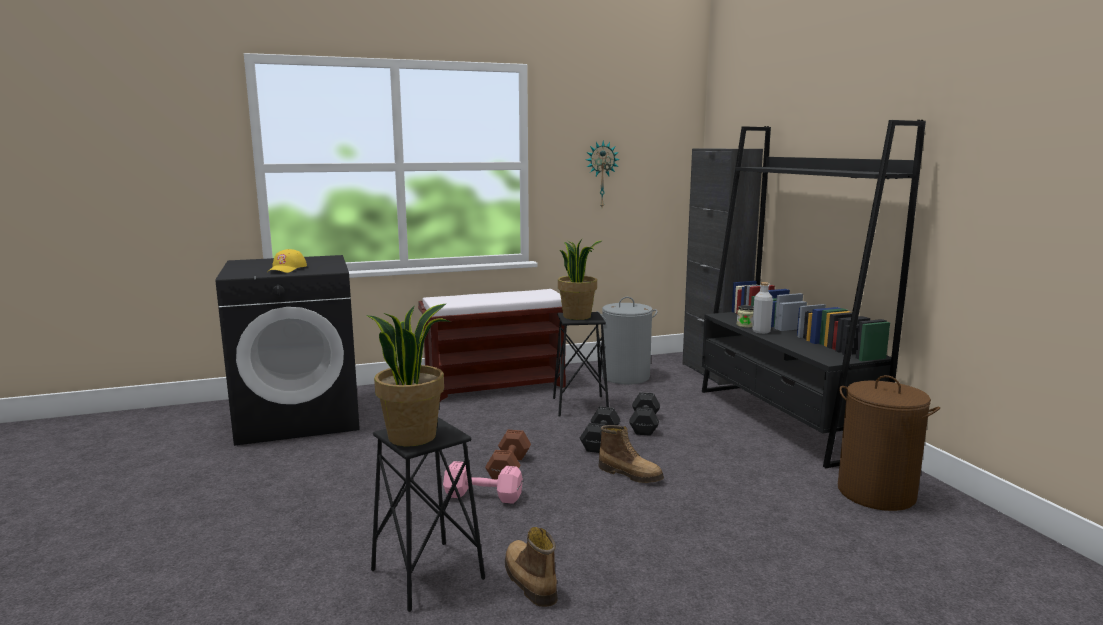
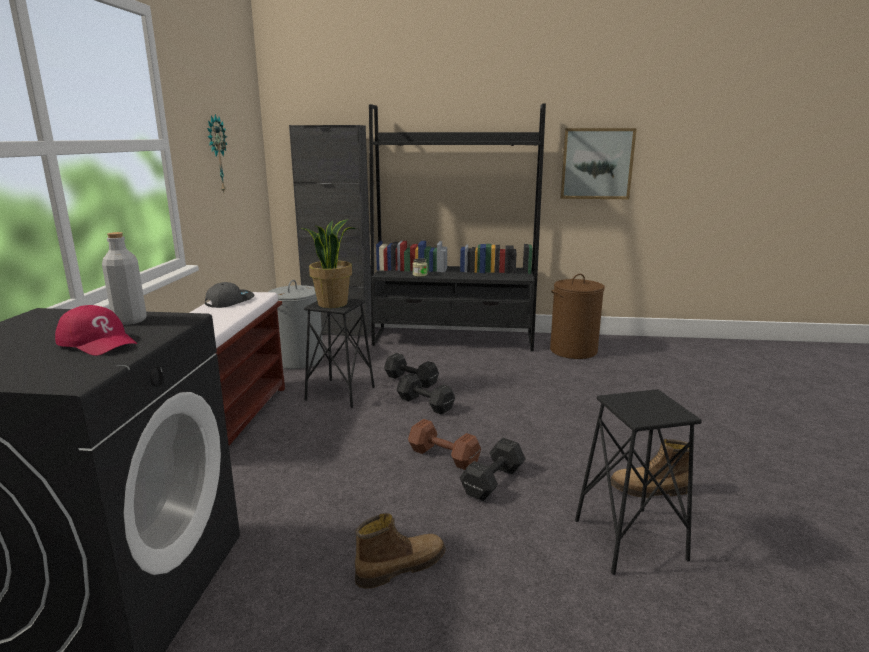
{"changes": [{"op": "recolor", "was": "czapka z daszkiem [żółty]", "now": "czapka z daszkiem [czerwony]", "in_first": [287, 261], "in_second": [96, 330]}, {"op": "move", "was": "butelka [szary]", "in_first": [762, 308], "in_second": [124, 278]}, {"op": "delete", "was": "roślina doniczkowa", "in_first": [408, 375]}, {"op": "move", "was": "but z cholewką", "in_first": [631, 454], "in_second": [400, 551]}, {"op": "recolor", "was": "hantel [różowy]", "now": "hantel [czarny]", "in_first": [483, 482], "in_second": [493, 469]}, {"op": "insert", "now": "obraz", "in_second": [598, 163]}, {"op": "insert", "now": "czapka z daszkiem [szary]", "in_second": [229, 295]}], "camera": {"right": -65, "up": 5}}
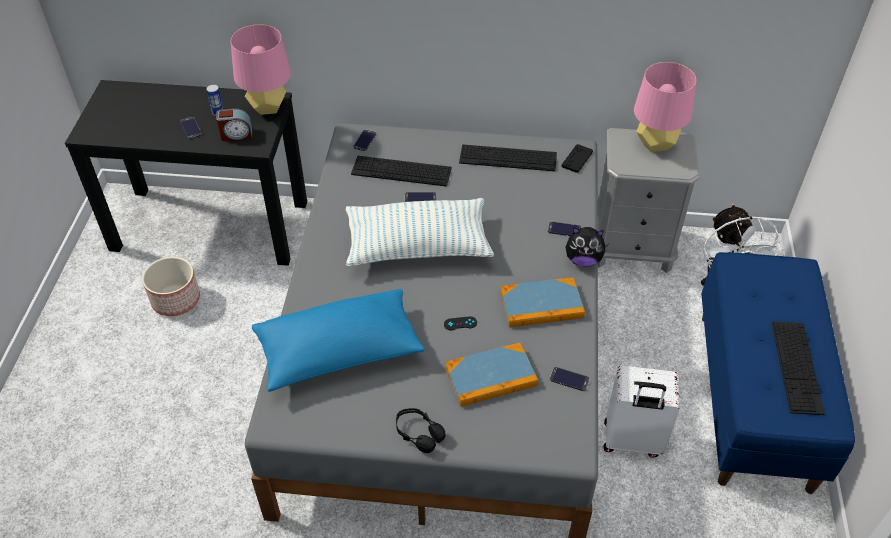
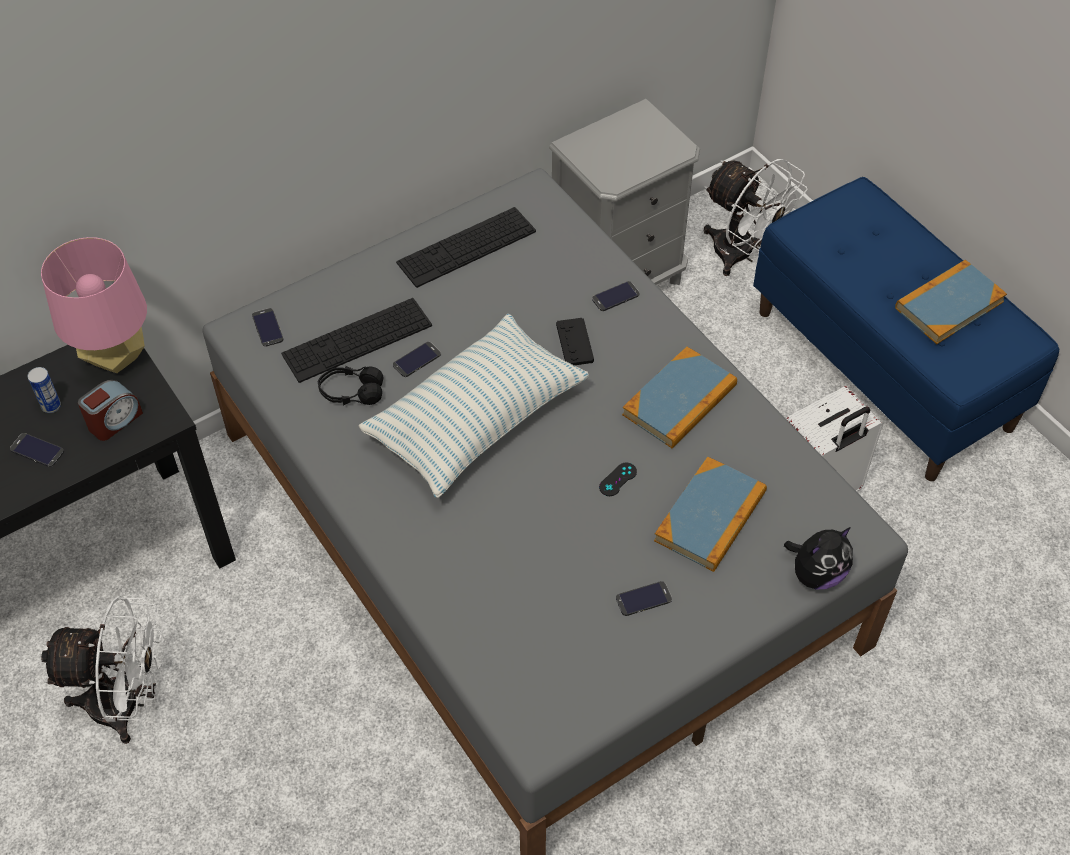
{"changes": [{"op": "delete", "was": "lampa stołowa [różowy]", "in_first": [665, 107]}, {"op": "move", "was": "pad do gier [czarny]", "in_first": [577, 158], "in_second": [575, 341]}, {"op": "move", "was": "pluszak", "in_first": [587, 247], "in_second": [818, 558]}, {"op": "replace", "was": "donica", "now": "wentylator [biały]", "in_first": [171, 286], "in_second": [101, 670]}, {"op": "delete", "was": "poduszka [niebieski]", "in_first": [338, 340]}, {"op": "replace", "was": "klawiatura", "now": "książka", "in_first": [798, 368], "in_second": [951, 301]}, {"op": "move", "was": "telefon", "in_first": [570, 379], "in_second": [644, 598]}, {"op": "move", "was": "słuchawki [czarny]", "in_first": [421, 430], "in_second": [351, 386]}], "camera": {"right": -40, "up": 5}}
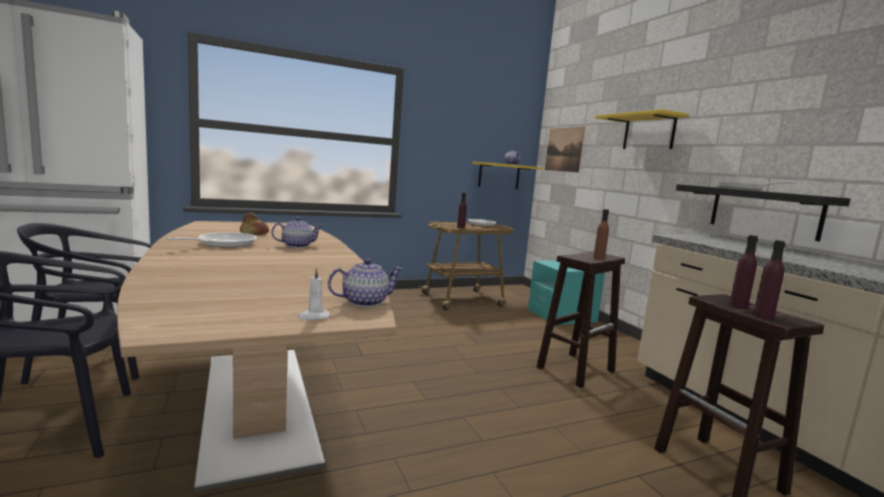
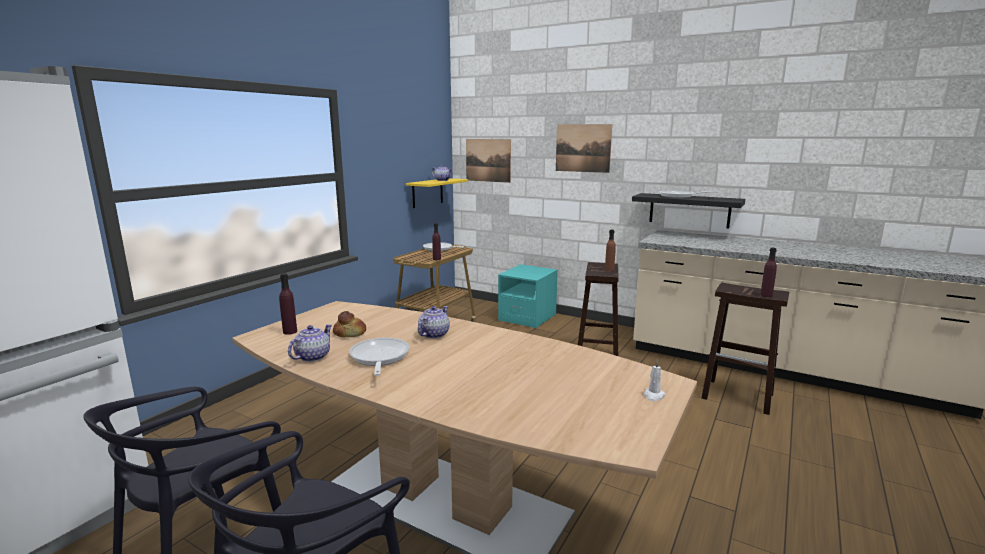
{"changes": [{"op": "replace", "was": "półka [żółty]", "now": "obraz", "in_first": [642, 129], "in_second": [584, 148]}, {"op": "move", "was": "butelka [fioletowy]", "in_first": [743, 272], "in_second": [288, 304]}, {"op": "move", "was": "imbryk", "in_first": [365, 282], "in_second": [310, 343]}], "camera": {"right": -35, "up": 5}}
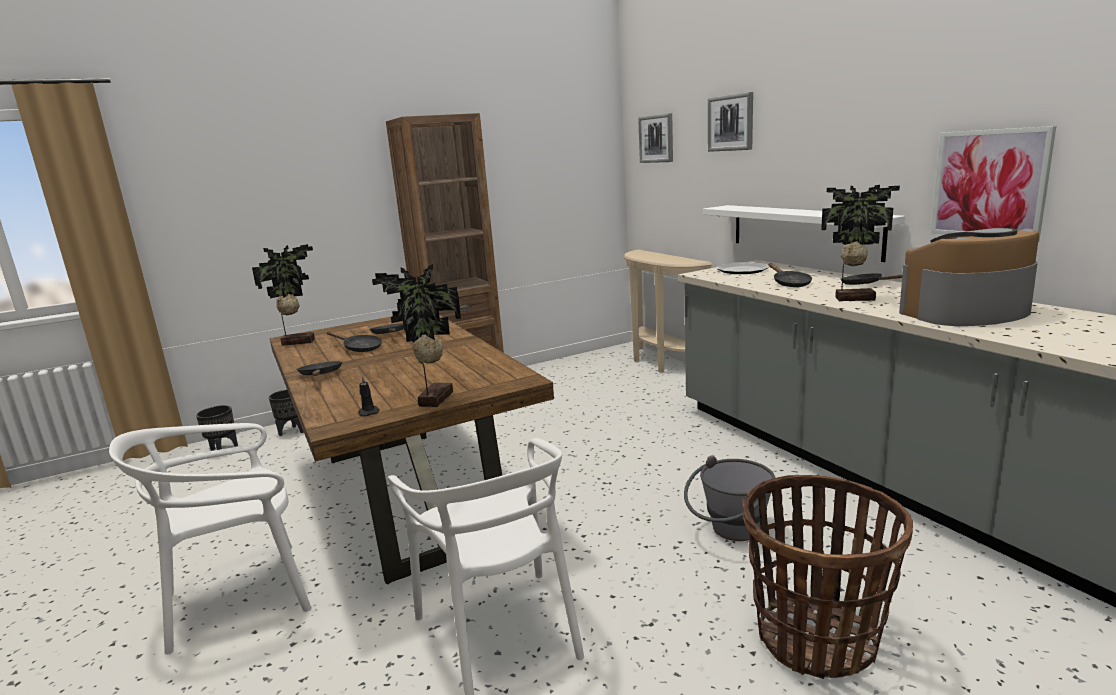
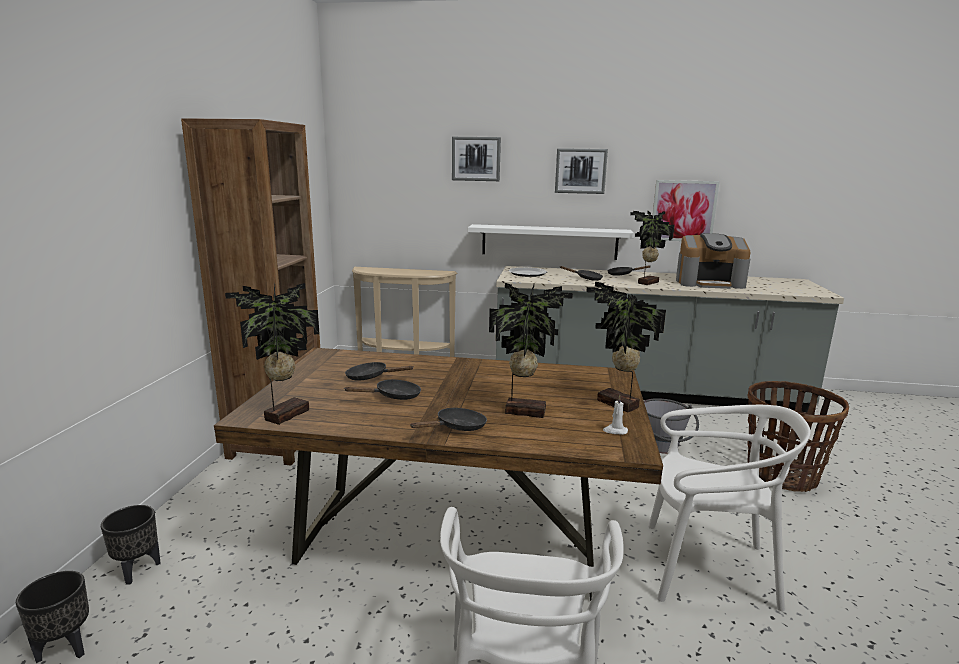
{"changes": [{"op": "move", "was": "obraz", "in_first": [655, 138], "in_second": [581, 171]}, {"op": "rotate", "was": "ekspres do kawy", "in_first": [969, 277], "in_second": [713, 261], "clockwise": -105}, {"op": "rotate", "was": "patelnia [czarny]", "in_first": [319, 368], "in_second": [448, 419], "clockwise": 120}, {"op": "recolor", "was": "świeca [czarny]", "now": "świeca [biały]", "in_first": [369, 395], "in_second": [615, 415]}, {"op": "insert", "now": "roślina doniczkowa", "in_second": [531, 350]}], "camera": {"right": -55, "up": 0}}
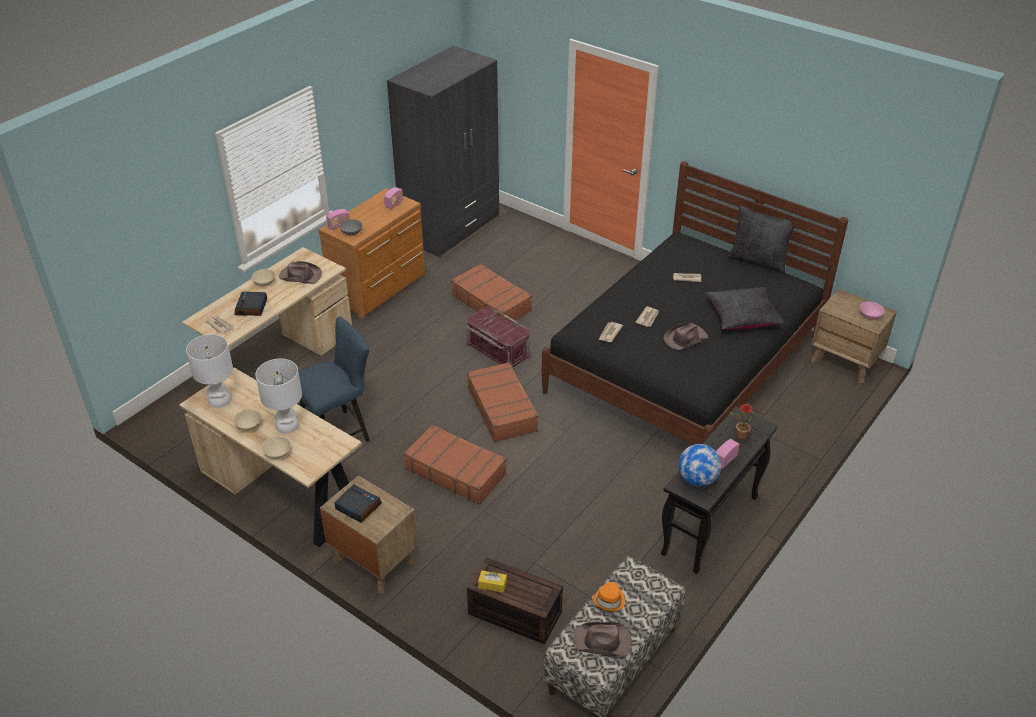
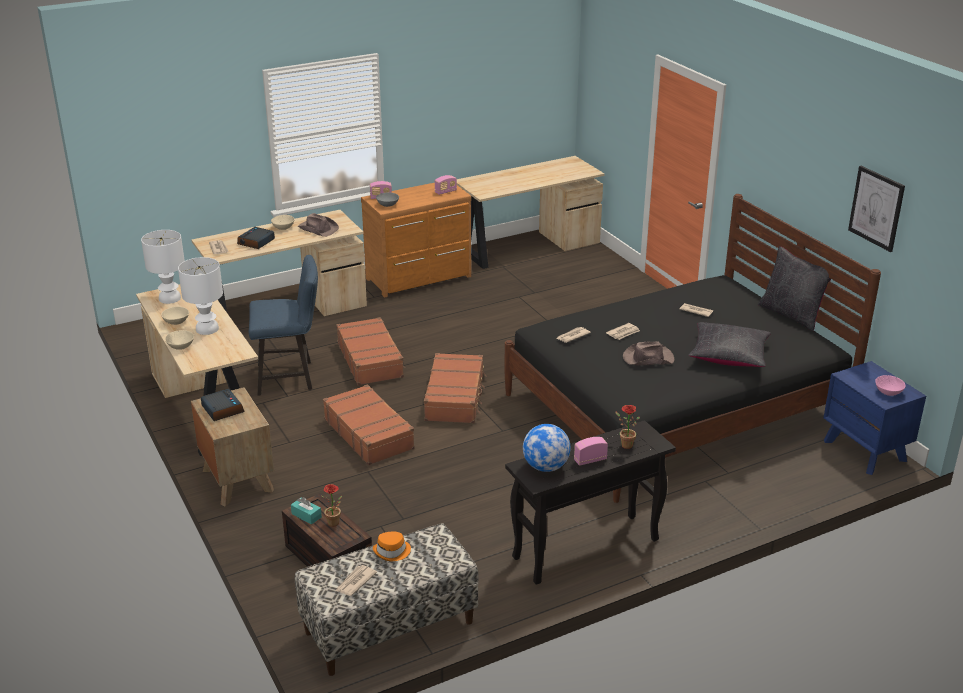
{"changes": [{"op": "replace", "was": "szafa [szary]", "now": "biurko [beżowy]", "in_first": [443, 151], "in_second": [531, 212]}, {"op": "move", "was": "walizka [brązowy]", "in_first": [491, 293], "in_second": [370, 351]}, {"op": "recolor", "was": "szafka nocna [brązowy]", "now": "szafka nocna [niebieski]", "in_first": [854, 336], "in_second": [875, 418]}, {"op": "delete", "was": "pojemnik do przechowywania [czerwony]", "in_first": [498, 337]}, {"op": "recolor", "was": "pudełko chusteczek [żółty]", "now": "pudełko chusteczek [turkusowy]", "in_first": [492, 581], "in_second": [306, 511]}, {"op": "replace", "was": "kapelusz [brązowy]", "now": "gazeta", "in_first": [602, 639], "in_second": [356, 580]}, {"op": "insert", "now": "obraz", "in_second": [876, 209]}, {"op": "insert", "now": "roślina doniczkowa", "in_second": [332, 505]}], "camera": {"right": 25, "up": -10}}
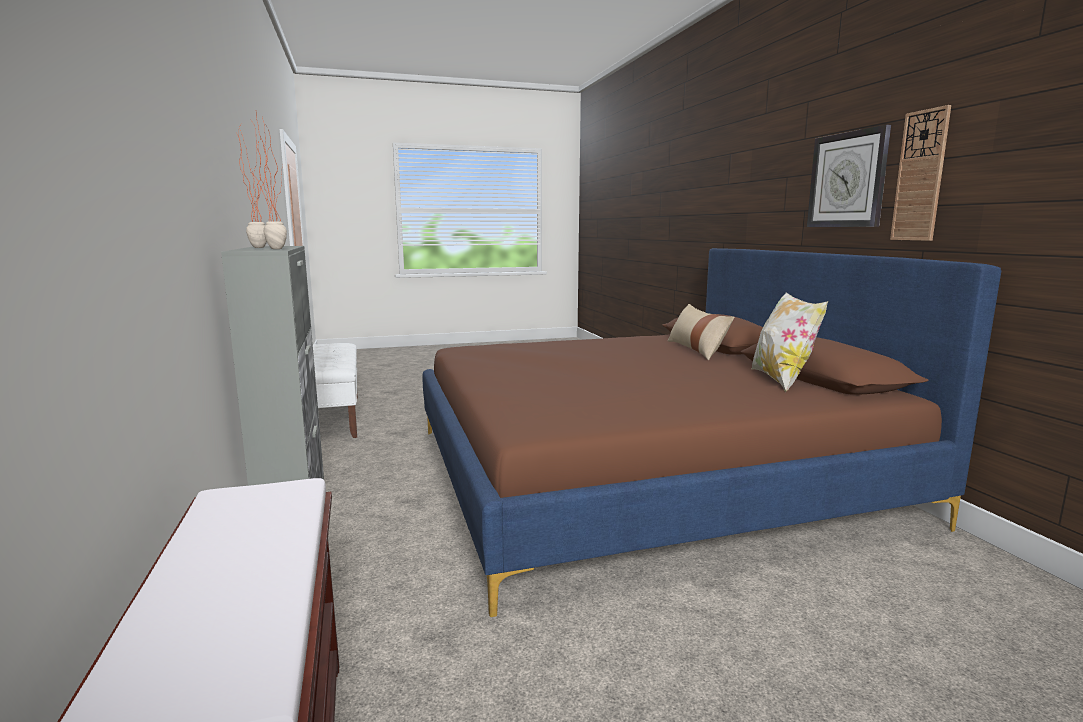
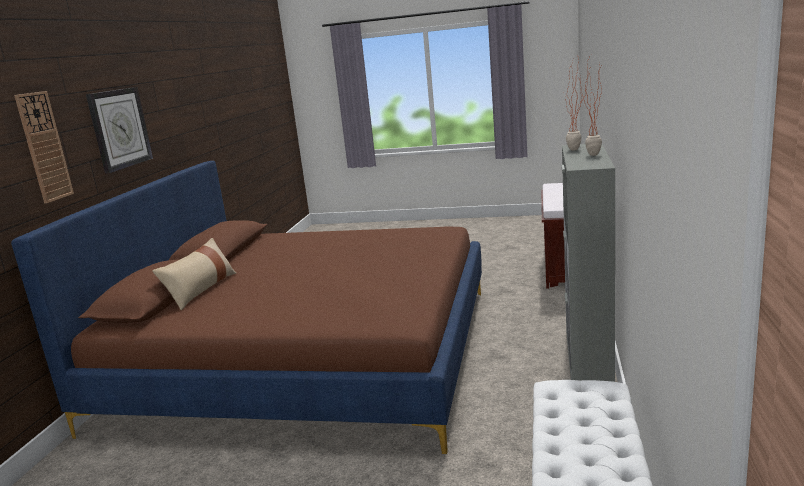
{"changes": [{"op": "move", "was": "zegar ścienny", "in_first": [920, 173], "in_second": [44, 147]}, {"op": "delete", "was": "poduszka", "in_first": [789, 342]}], "camera": {"right": -150, "up": 5}}
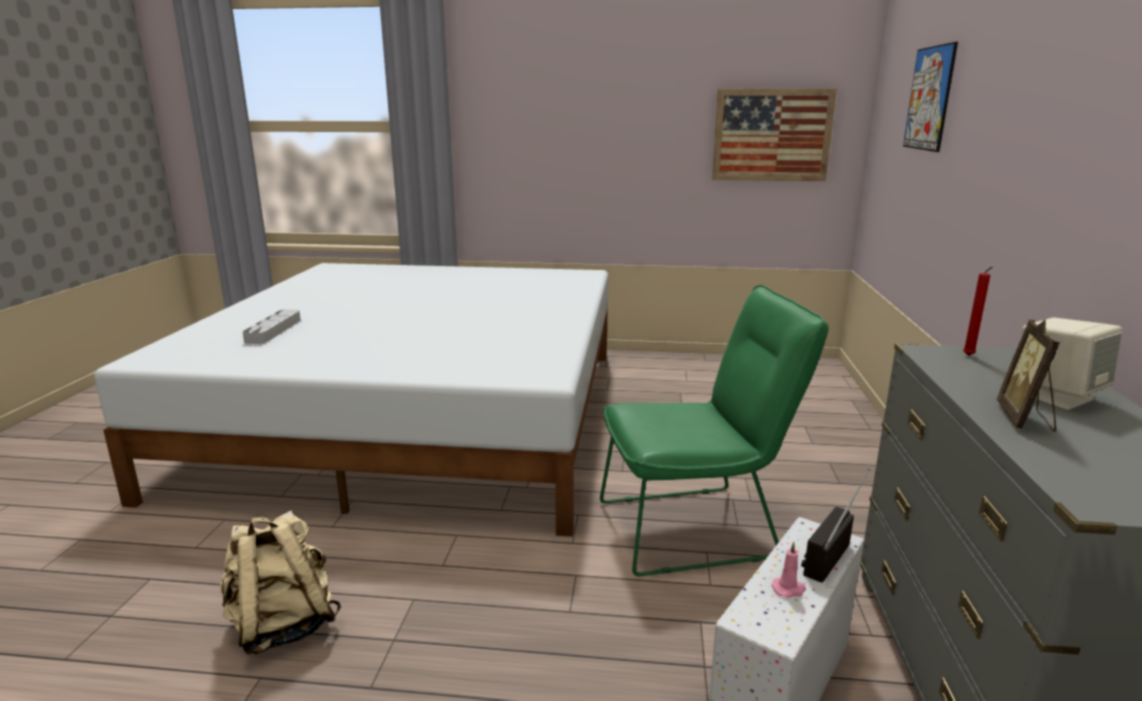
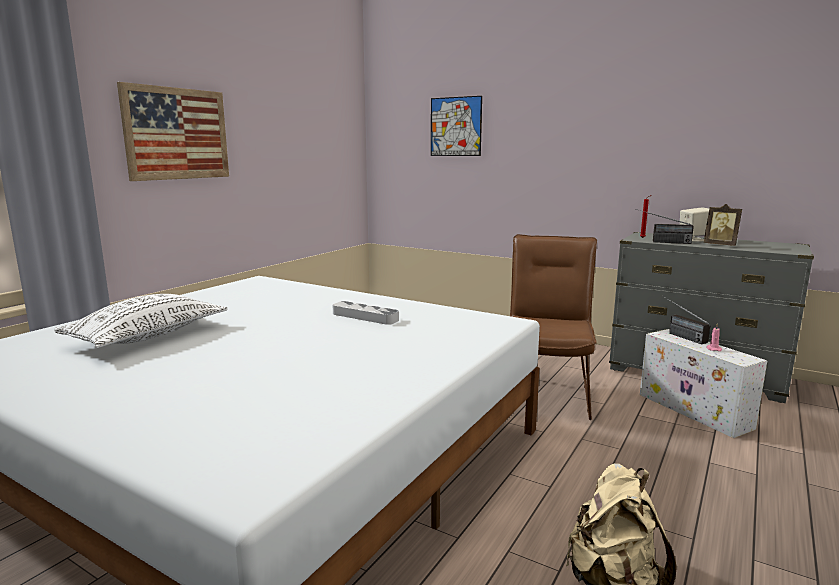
{"changes": [{"op": "move", "was": "obraz", "in_first": [774, 134], "in_second": [173, 131]}, {"op": "recolor", "was": "krzesło [zielony]", "now": "krzesło [brązowy]", "in_first": [714, 430], "in_second": [553, 327]}, {"op": "move", "was": "taca [szary]", "in_first": [271, 326], "in_second": [366, 313]}, {"op": "insert", "now": "radio", "in_second": [665, 226]}, {"op": "insert", "now": "poduszka [biały]", "in_second": [141, 321]}], "camera": {"right": -65, "up": -5}}
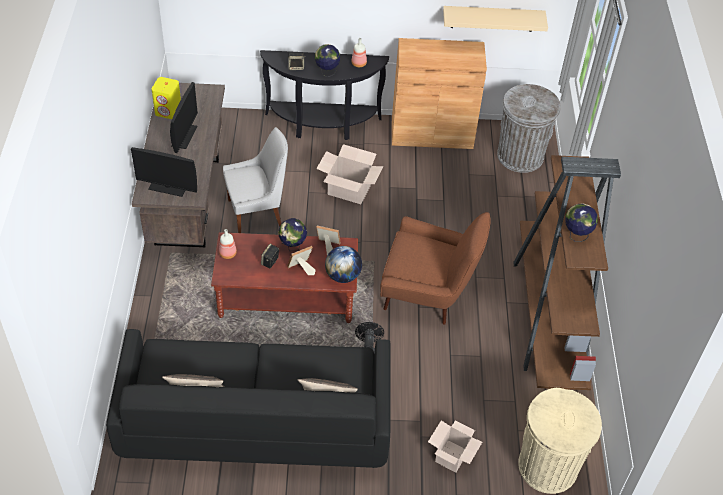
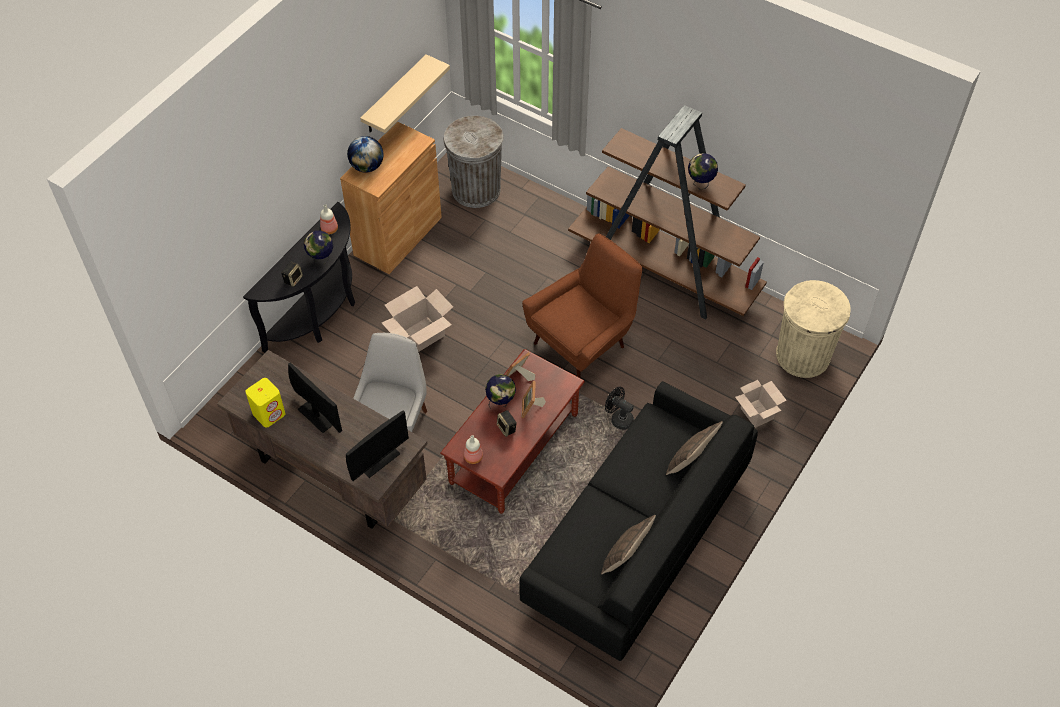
{"changes": [{"op": "move", "was": "globus", "in_first": [343, 264], "in_second": [365, 154]}], "camera": {"right": -55, "up": 5}}
